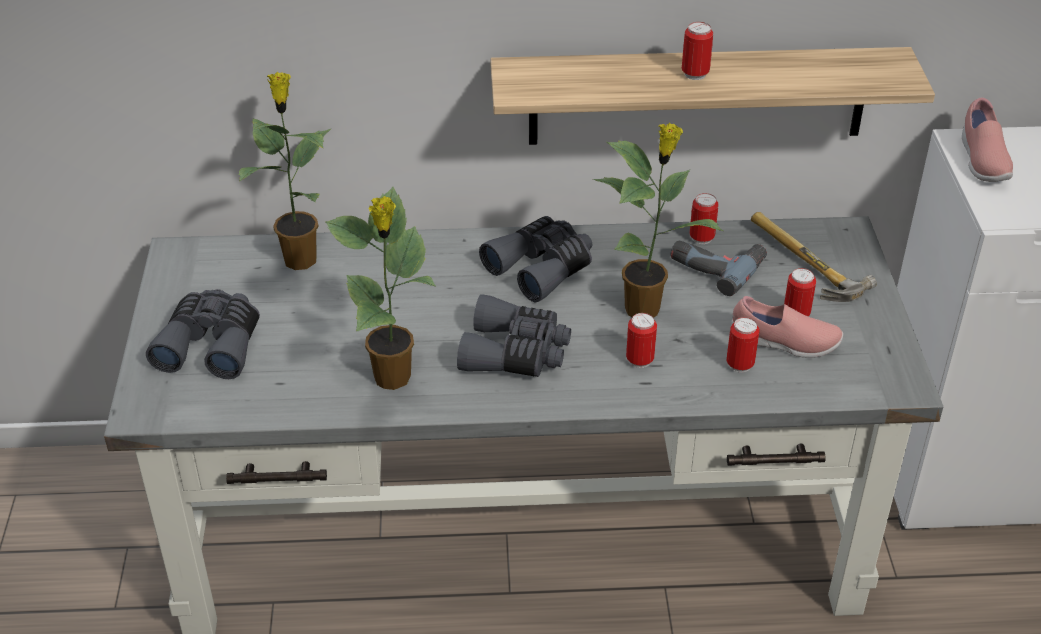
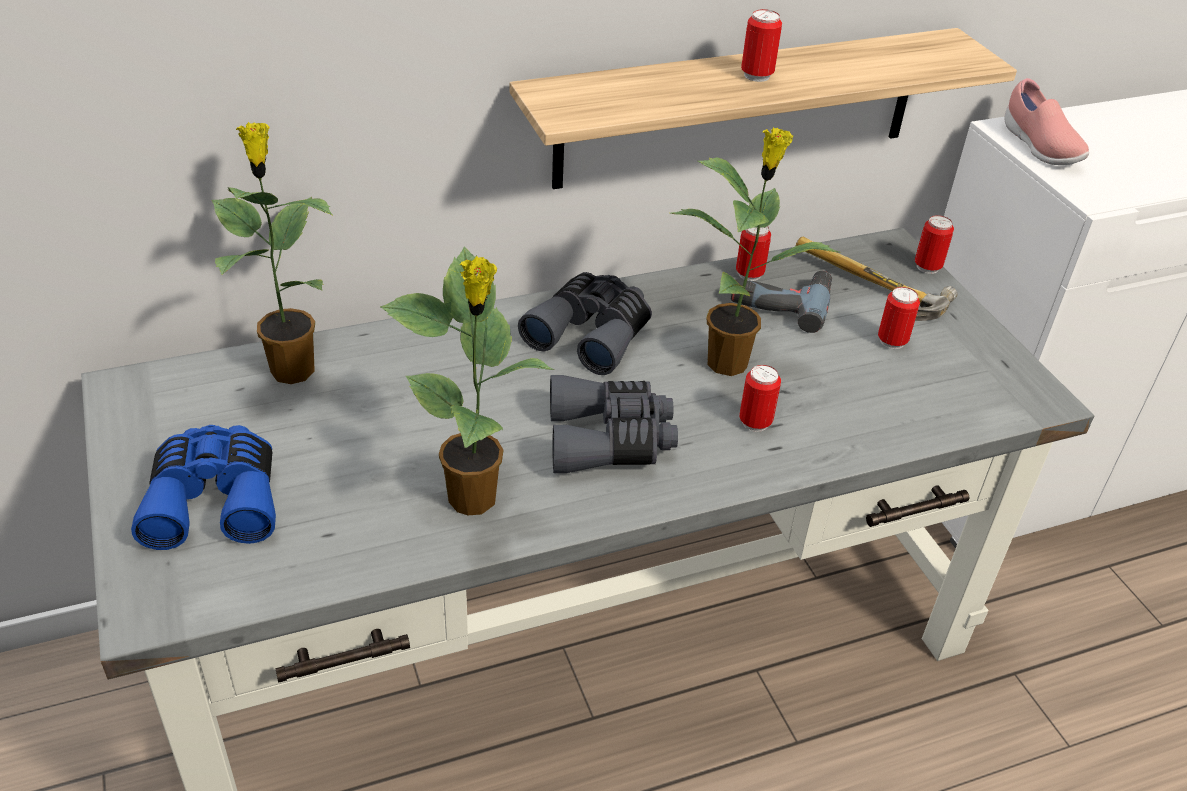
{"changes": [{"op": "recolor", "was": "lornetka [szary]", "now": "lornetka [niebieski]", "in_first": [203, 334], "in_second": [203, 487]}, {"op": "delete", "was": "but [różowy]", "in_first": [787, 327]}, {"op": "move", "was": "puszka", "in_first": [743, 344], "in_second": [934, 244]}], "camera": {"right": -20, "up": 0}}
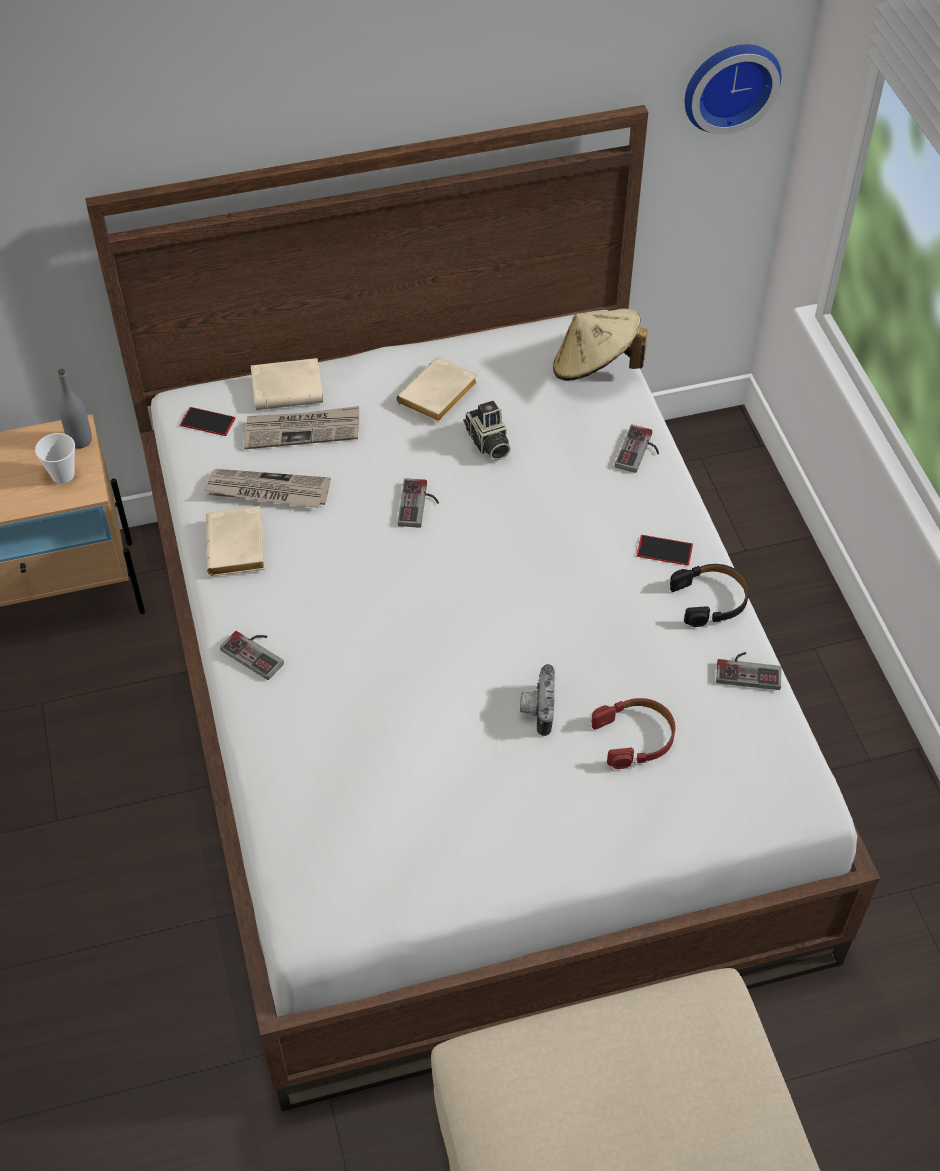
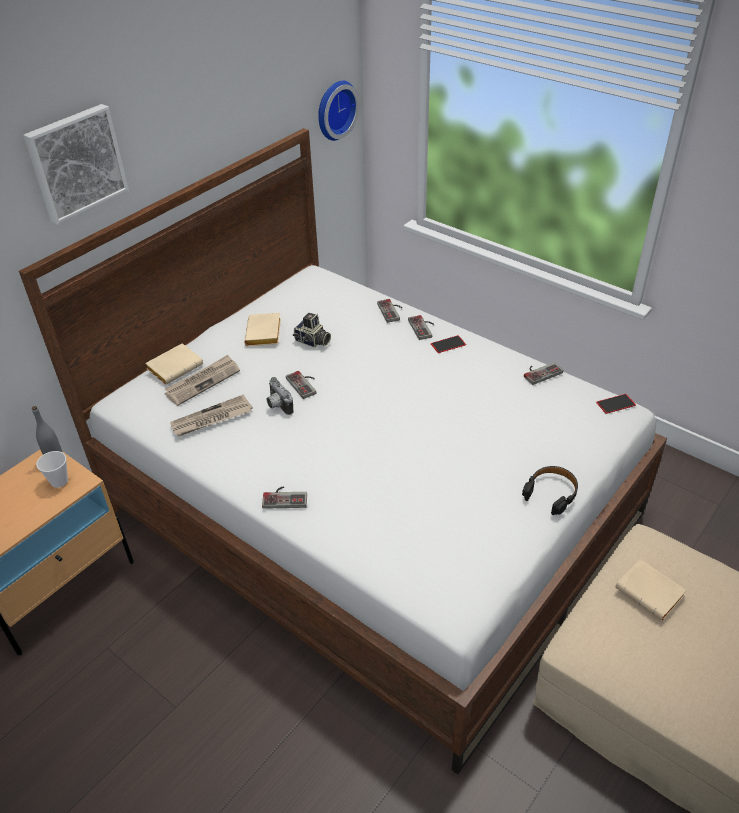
{"changes": [{"op": "delete", "was": "kapelusz [beżowy]", "in_first": [600, 345]}, {"op": "move", "was": "telefon", "in_first": [207, 421], "in_second": [616, 404]}, {"op": "move", "was": "książka [beżowy]", "in_first": [235, 541], "in_second": [651, 589]}, {"op": "move", "was": "słuchawki [czarny]", "in_first": [709, 595], "in_second": [550, 490]}, {"op": "move", "was": "aparat fotograficzny", "in_first": [537, 700], "in_second": [280, 396]}, {"op": "delete", "was": "słuchawki [czerwony]", "in_first": [633, 733]}, {"op": "insert", "now": "obraz", "in_second": [76, 164]}, {"op": "insert", "now": "pad do gier", "in_second": [421, 327]}], "camera": {"right": -35, "up": -10}}
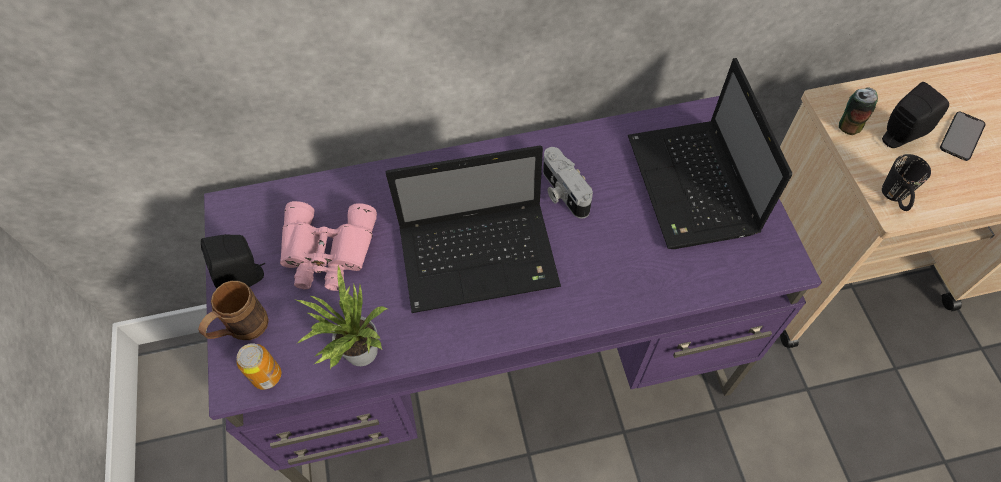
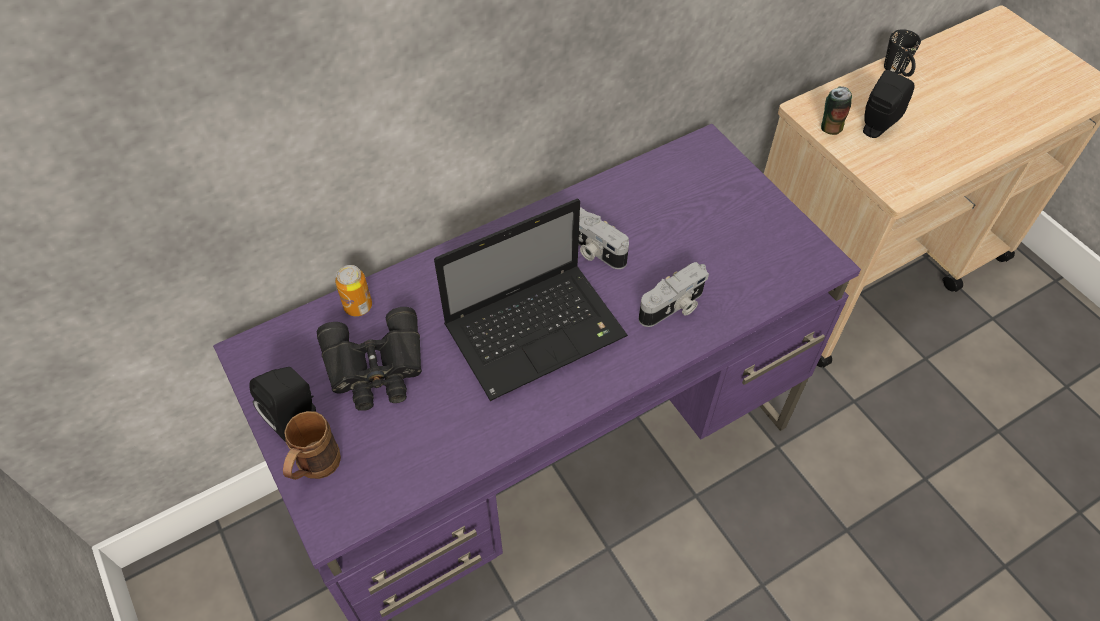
{"changes": [{"op": "delete", "was": "laptop", "in_first": [710, 153]}, {"op": "delete", "was": "telefon", "in_first": [963, 136]}, {"op": "move", "was": "kubek [czarny]", "in_first": [906, 182], "in_second": [902, 53]}, {"op": "recolor", "was": "lornetka [różowy]", "now": "lornetka [czarny]", "in_first": [328, 246], "in_second": [369, 359]}, {"op": "delete", "was": "roślina doniczkowa", "in_first": [341, 317]}, {"op": "move", "was": "puszka", "in_first": [258, 366], "in_second": [353, 290]}, {"op": "insert", "now": "aparat fotograficzny", "in_second": [674, 294]}], "camera": {"right": -20, "up": -5}}
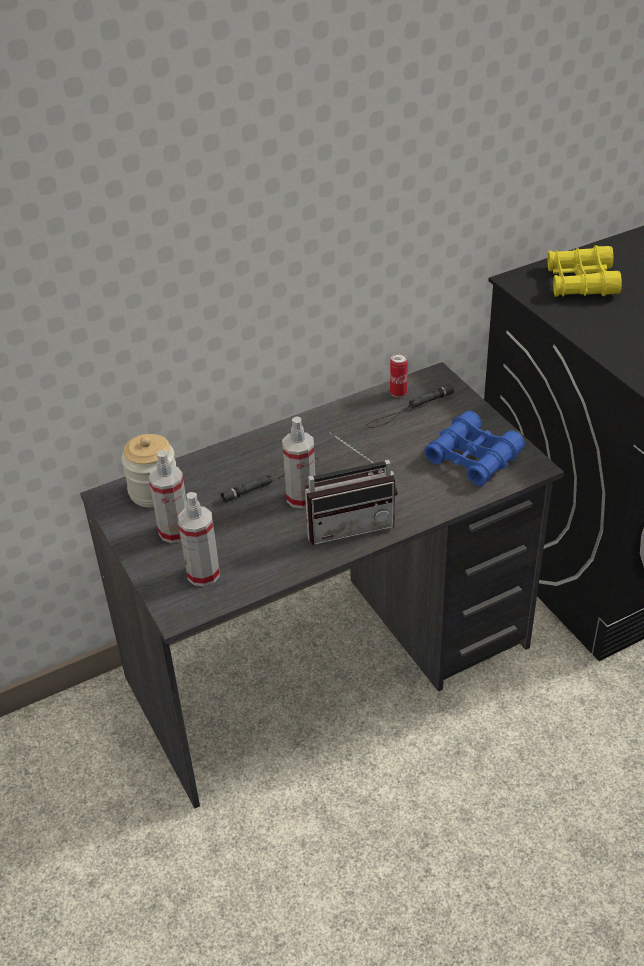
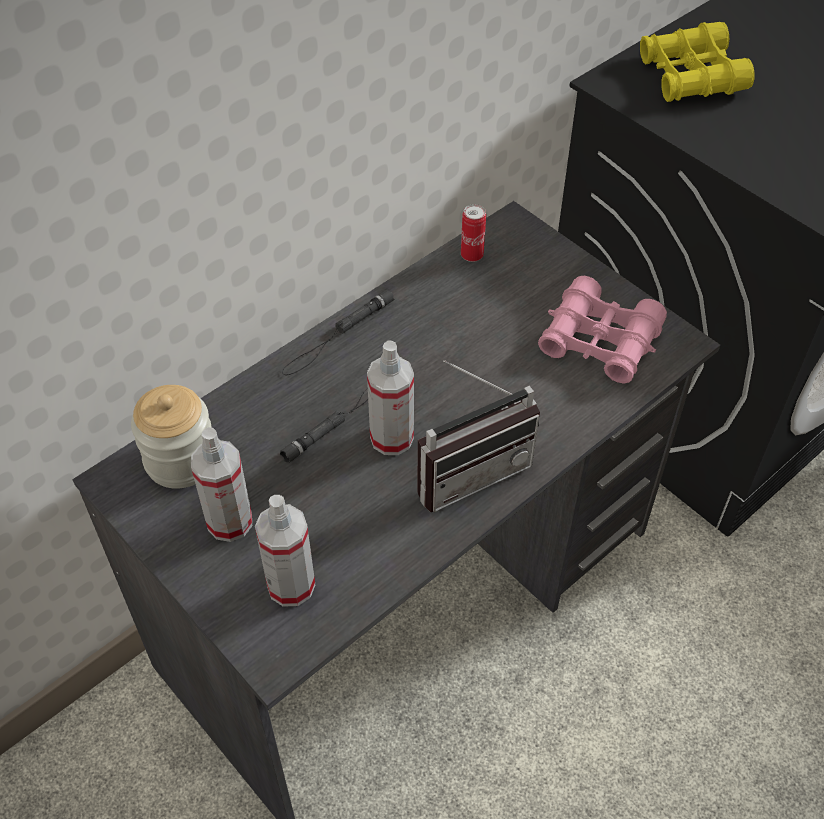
{"changes": [{"op": "move", "was": "latarka [czarny]", "in_first": [410, 406], "in_second": [338, 332]}, {"op": "recolor", "was": "lornetka [niebieski]", "now": "lornetka [różowy]", "in_first": [474, 448], "in_second": [602, 330]}], "camera": {"right": -15, "up": 10}}
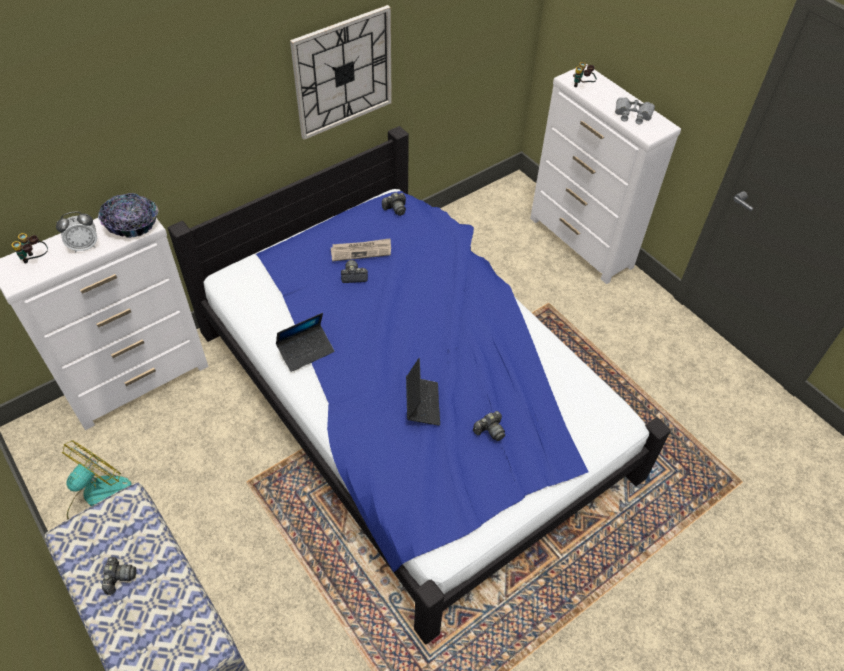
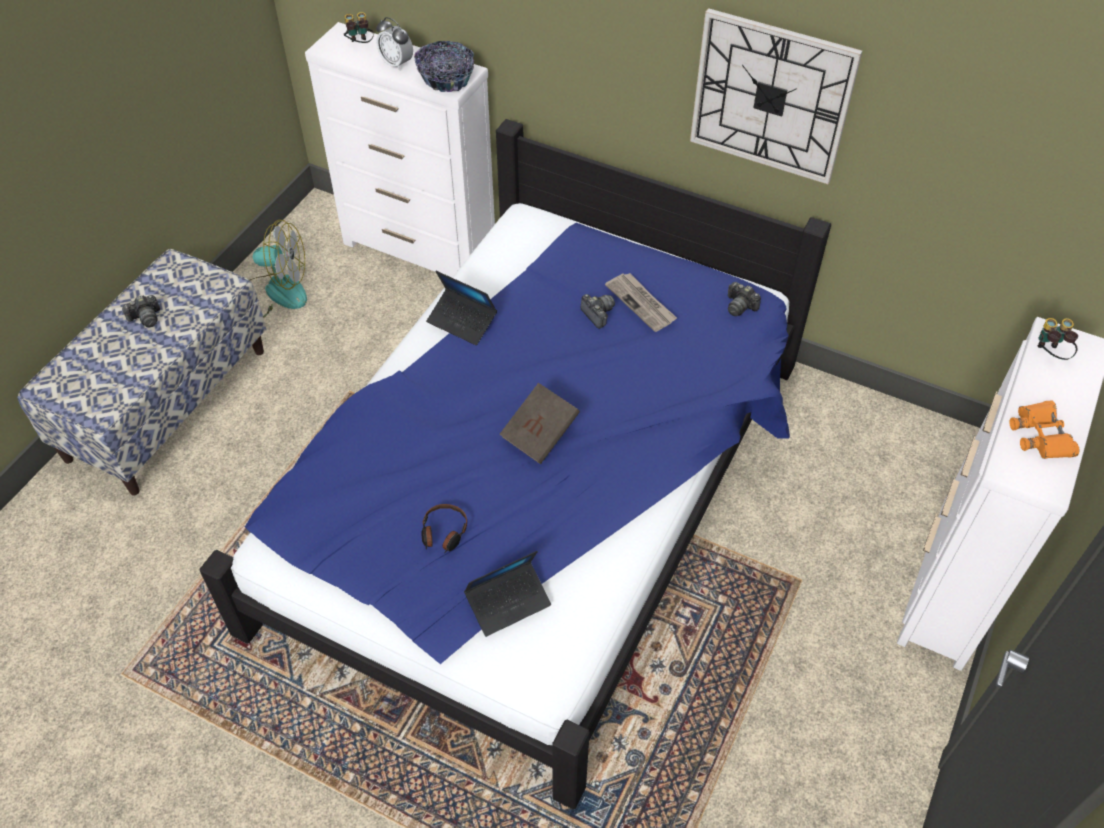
{"changes": [{"op": "recolor", "was": "lornetka [szary]", "now": "lornetka [pomarańczowy]", "in_first": [635, 111], "in_second": [1044, 429]}, {"op": "move", "was": "laptop", "in_first": [423, 392], "in_second": [507, 594]}, {"op": "replace", "was": "aparat fotograficzny", "now": "słuchawki", "in_first": [489, 426], "in_second": [444, 529]}, {"op": "insert", "now": "książka [brązowy]", "in_second": [540, 423]}], "camera": {"right": 65, "up": 0}}
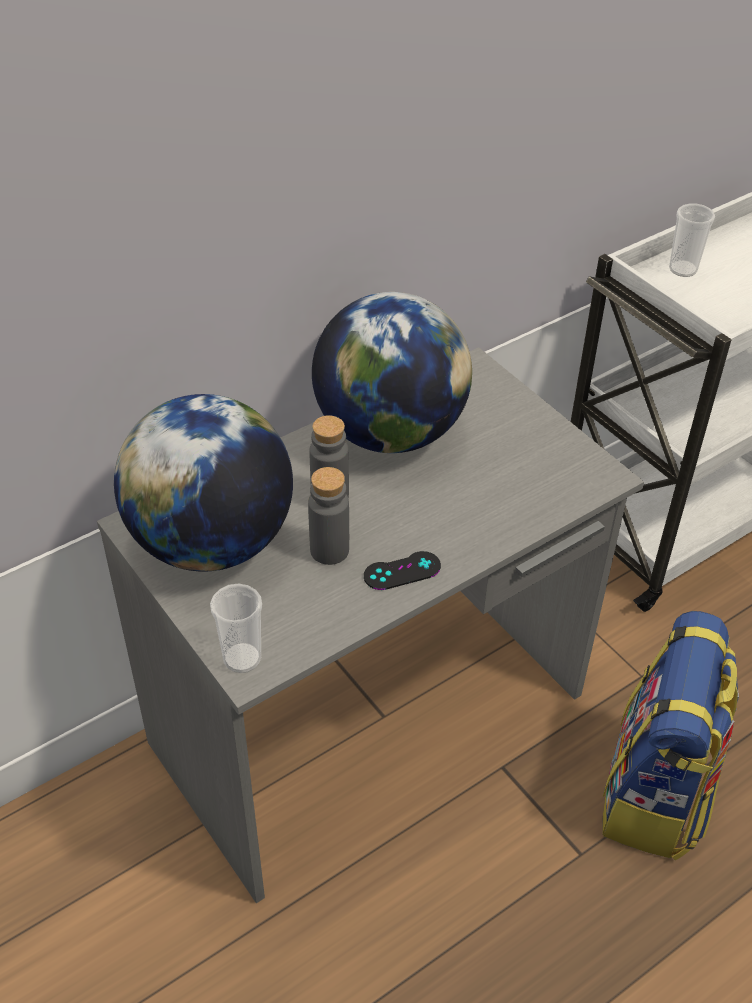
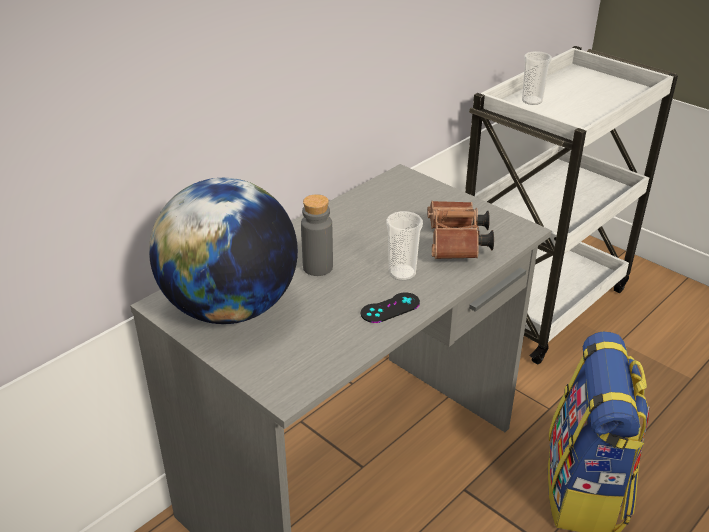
{"changes": [{"op": "delete", "was": "globus", "in_first": [392, 372]}, {"op": "delete", "was": "butelka [szary]", "in_first": [328, 516]}, {"op": "move", "was": "filiżanka", "in_first": [236, 628], "in_second": [404, 246]}, {"op": "insert", "now": "lornetka [brązowy]", "in_second": [460, 230]}], "camera": {"right": -10, "up": -10}}
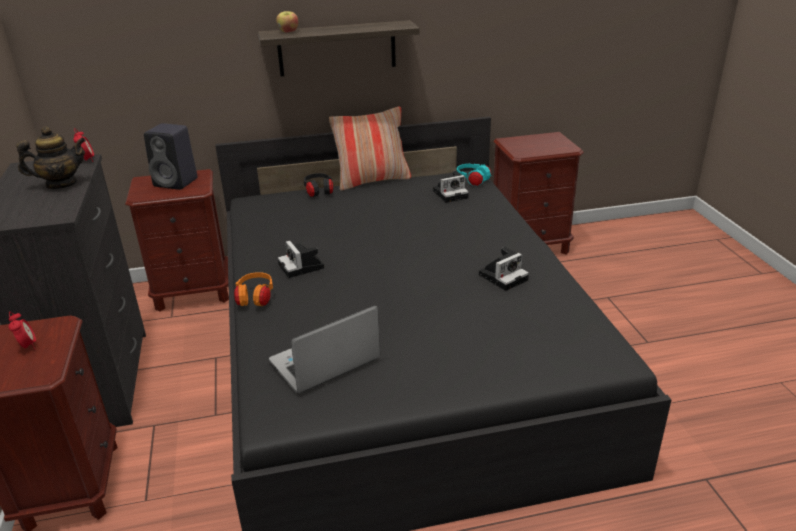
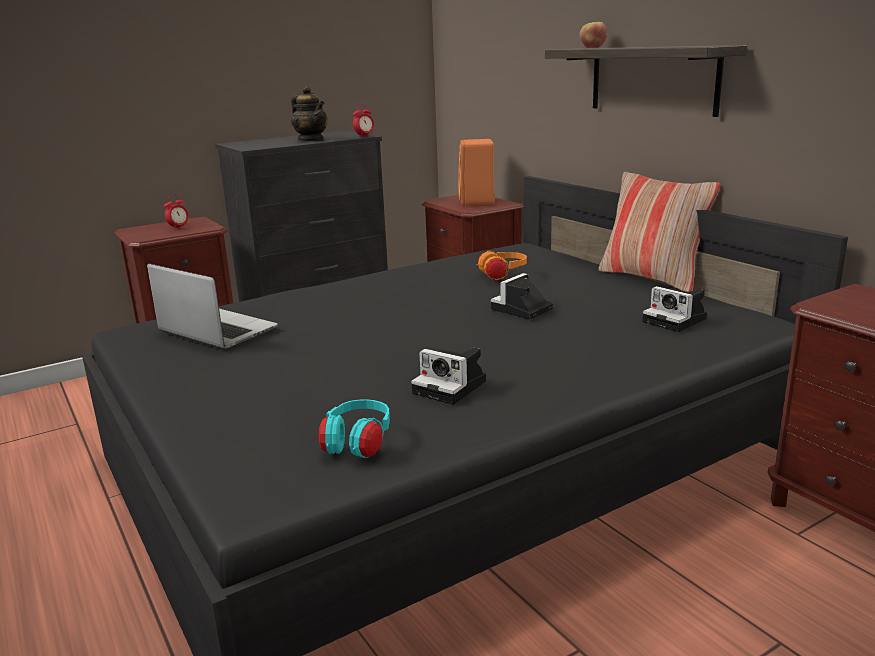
{"changes": [{"op": "recolor", "was": "głośnik [czarny]", "now": "głośnik [pomarańczowy]", "in_first": [171, 156], "in_second": [476, 172]}, {"op": "move", "was": "słuchawki [turkusowy]", "in_first": [474, 175], "in_second": [354, 428]}, {"op": "delete", "was": "słuchawki [czarny]", "in_first": [318, 185]}, {"op": "move", "was": "aparat fotograficzny", "in_first": [301, 259], "in_second": [522, 296]}, {"op": "move", "was": "słuchawki [pomarańczowy]", "in_first": [253, 289], "in_second": [501, 265]}], "camera": {"right": 70, "up": -10}}
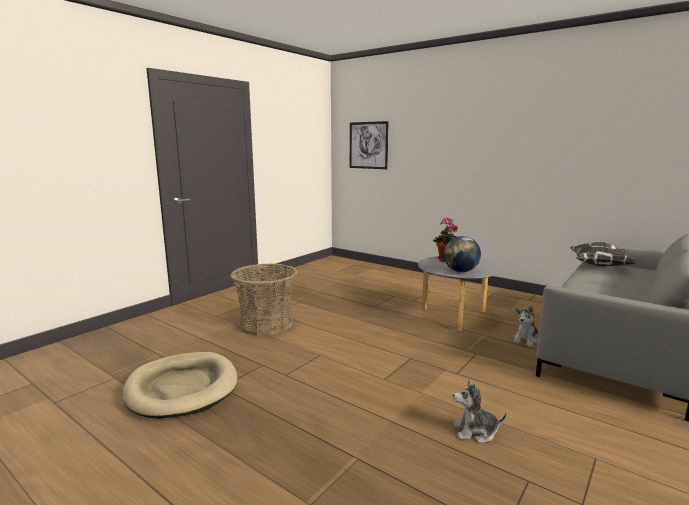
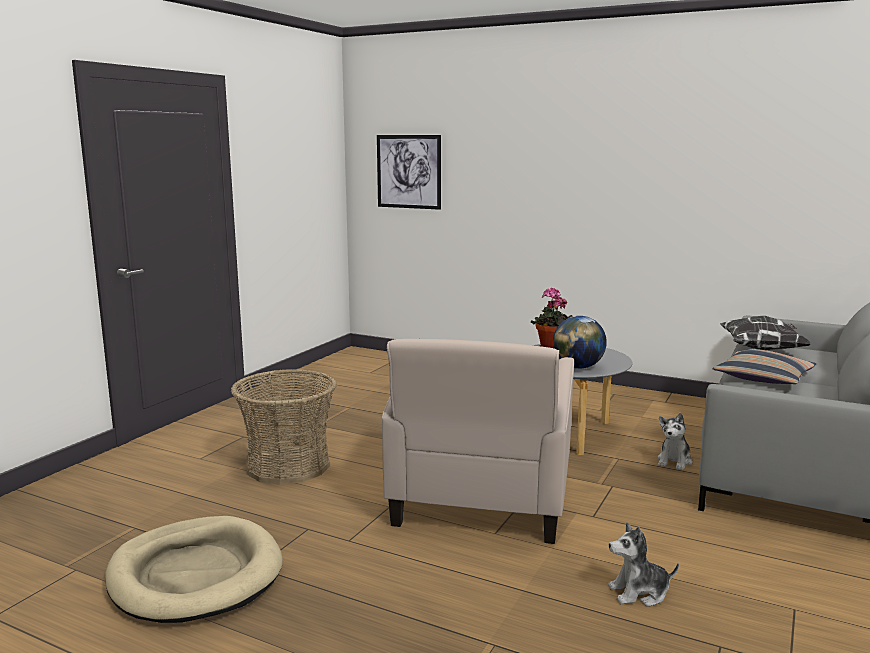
{"changes": [{"op": "insert", "now": "fotel [beżowy]", "in_second": [478, 441]}, {"op": "insert", "now": "poduszka", "in_second": [764, 366]}], "camera": {"right": -10, "up": 0}}
